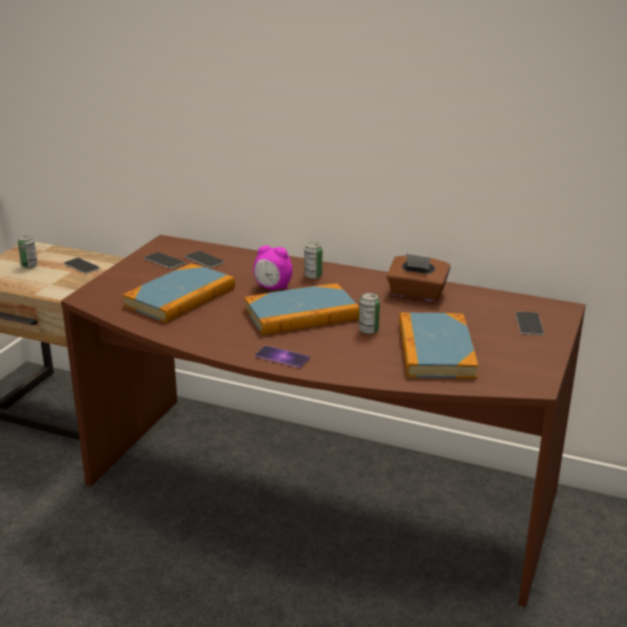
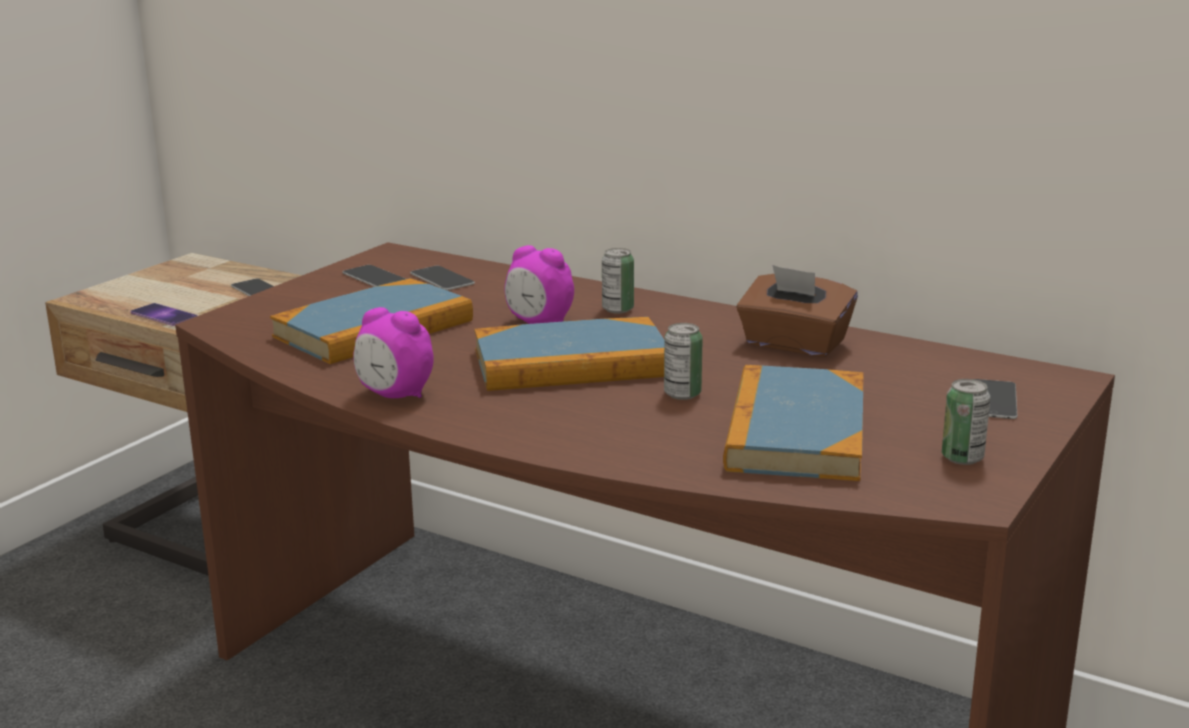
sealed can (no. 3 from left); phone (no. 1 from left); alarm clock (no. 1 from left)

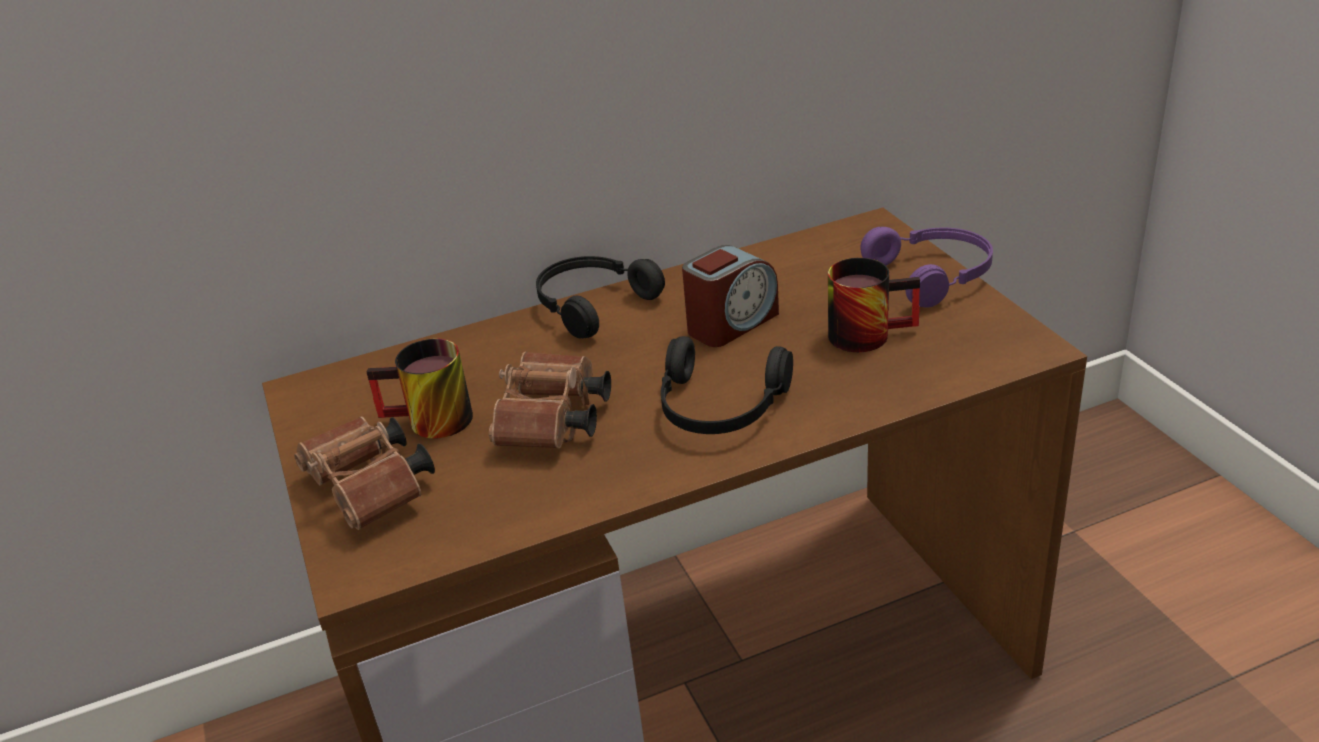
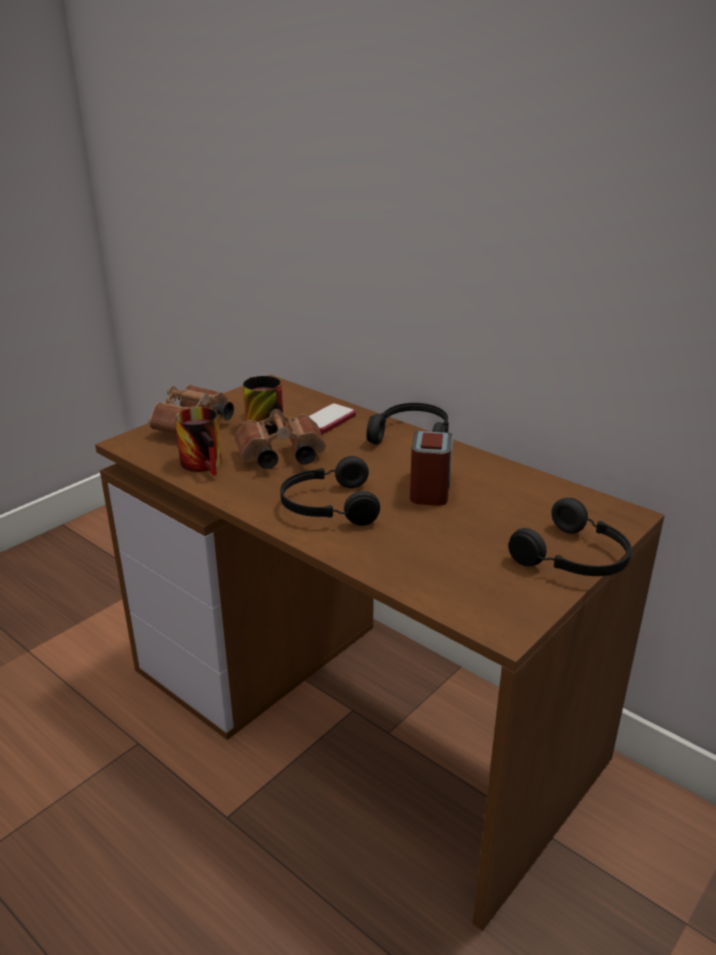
alarm clock; tea mug (no. 1 from left); blackish pair of headphones (no. 3 from left); phone

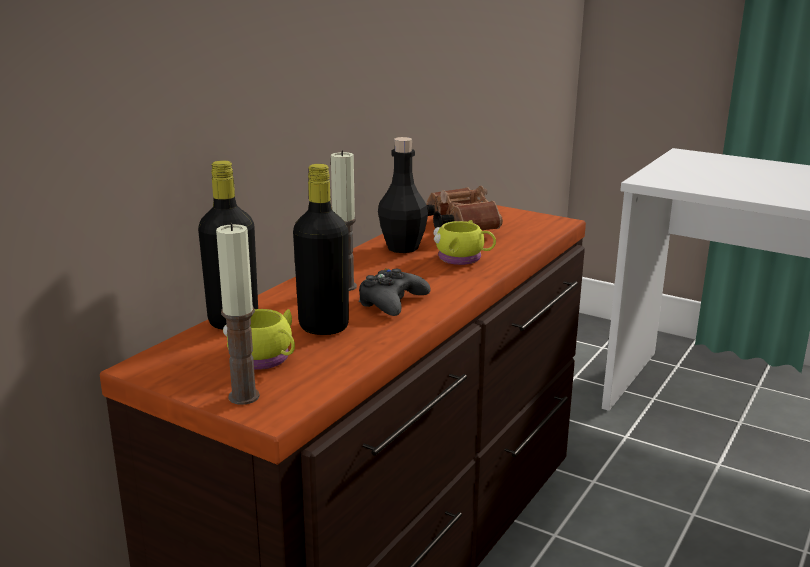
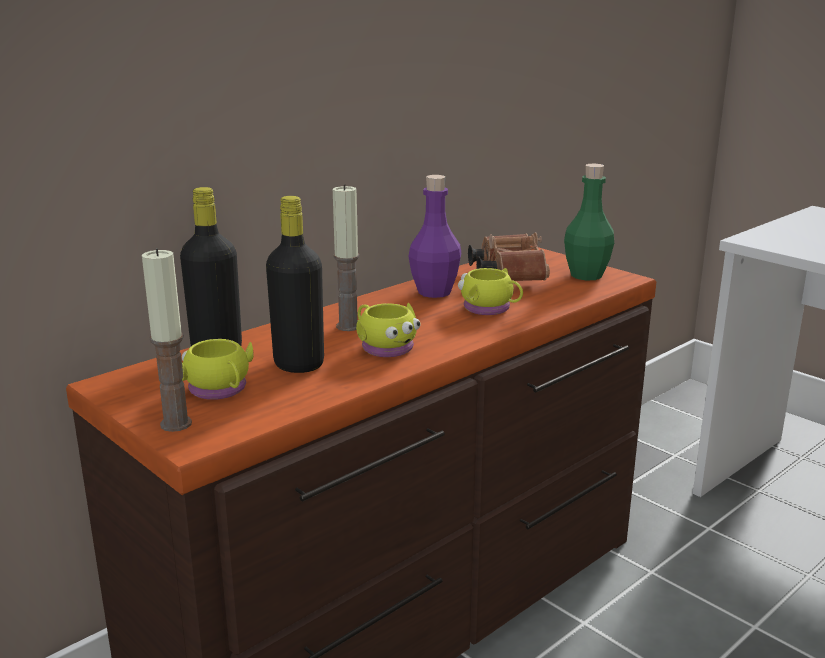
yellow tea mug (no. 2 from left); purple drink bottle; green-coloured drink bottle

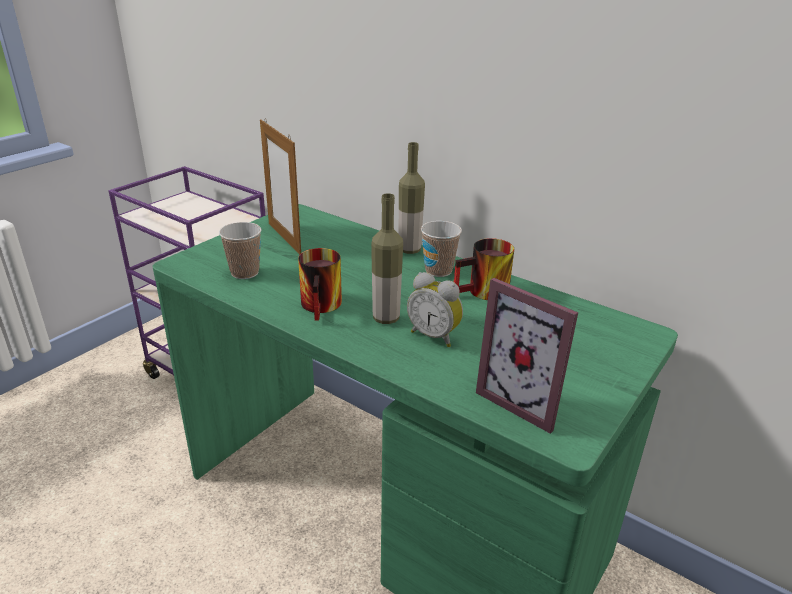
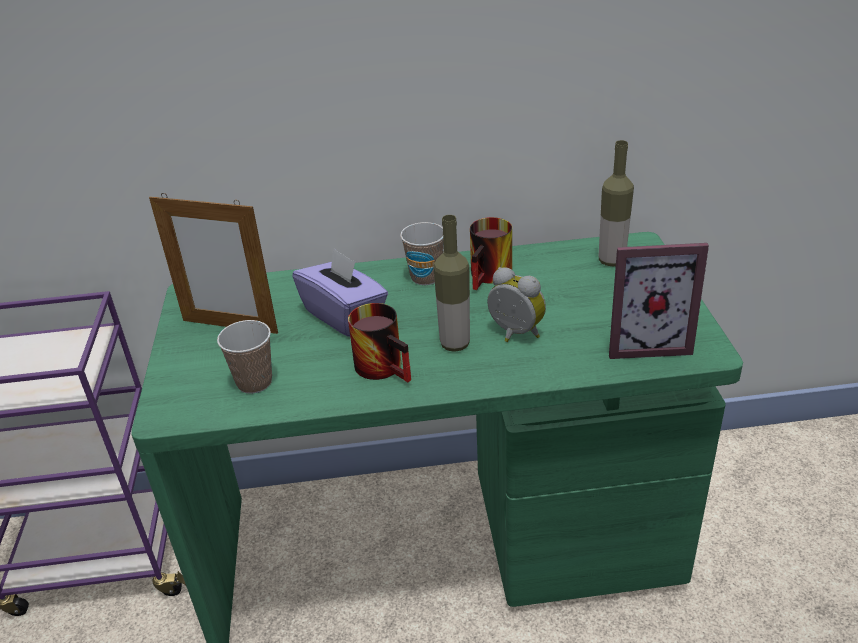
drink bottle (no. 2 from left); alarm clock; purple tissue box

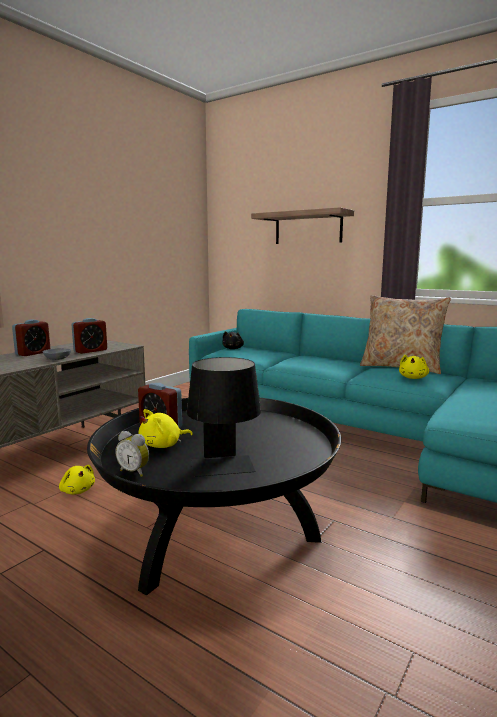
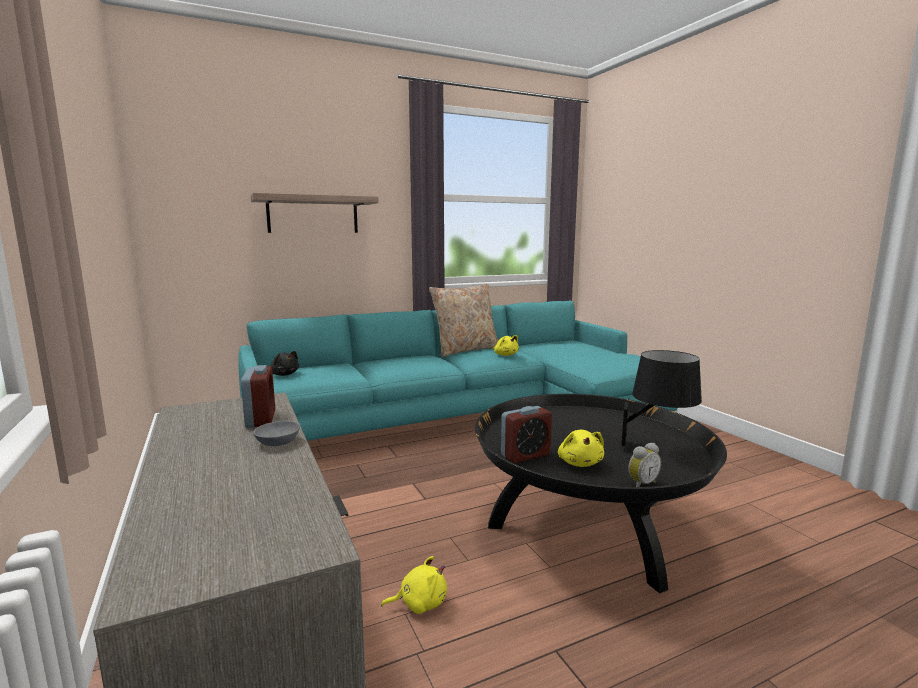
alarm clock (no. 1 from left in the first image)

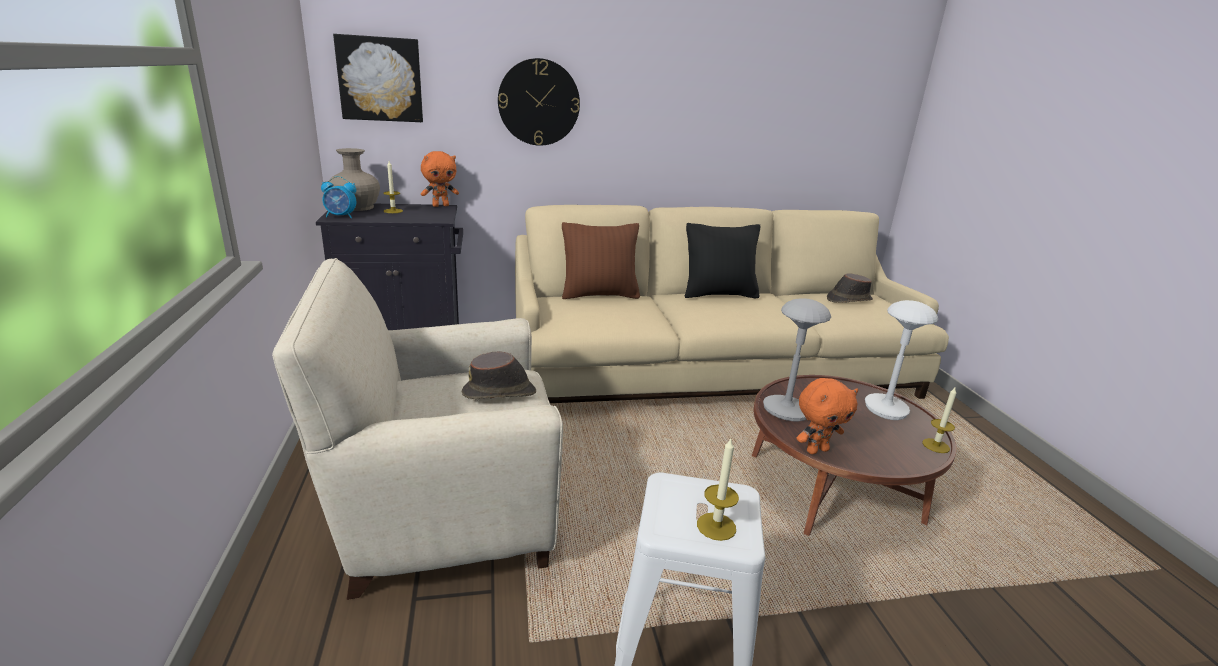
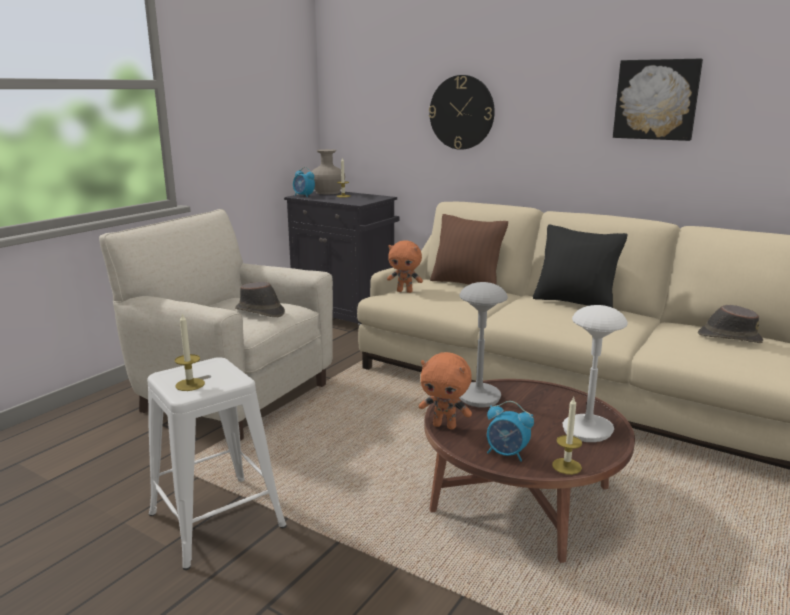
wall picture; orangey plush toy (no. 1 from left); alarm clock (no. 2 from left)

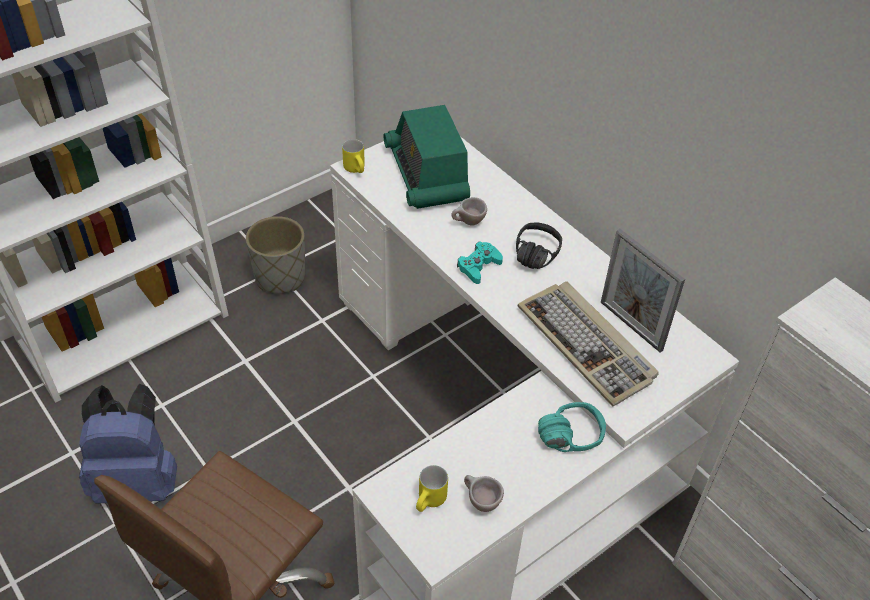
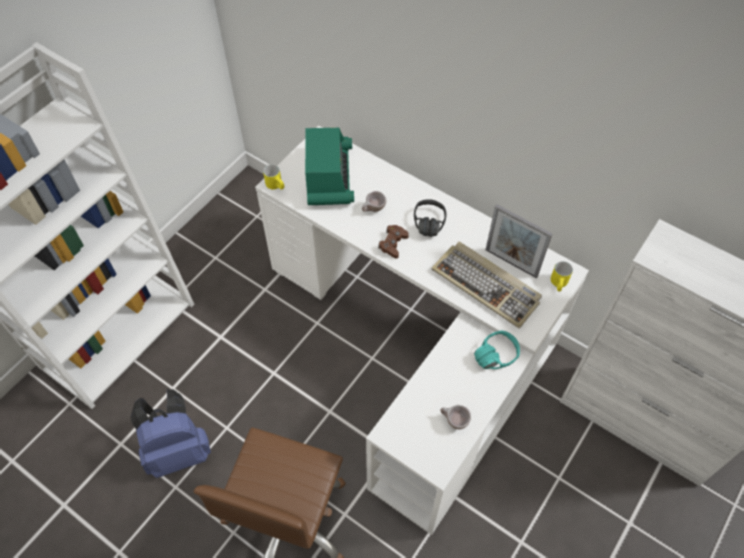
gray flower pot; radio receiver; yellow tea mug (no. 2 from left); brown joypad

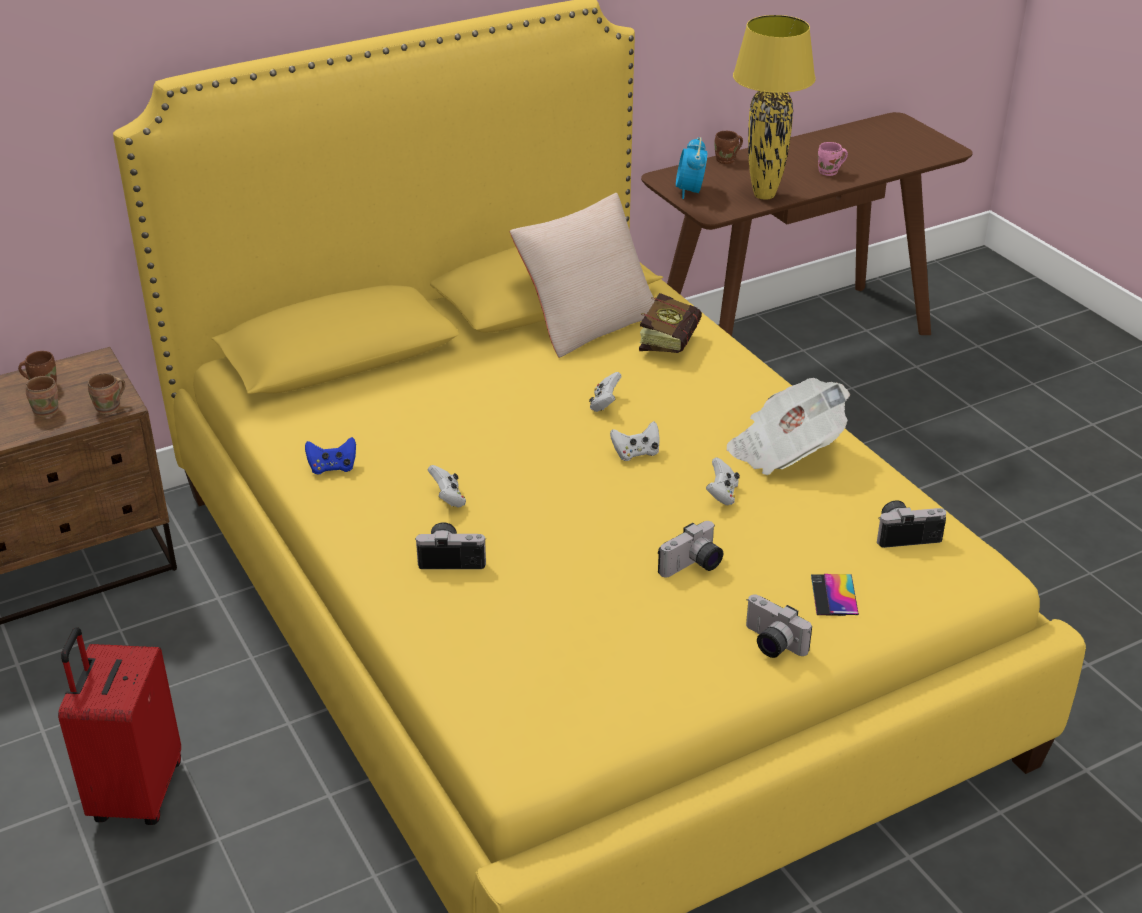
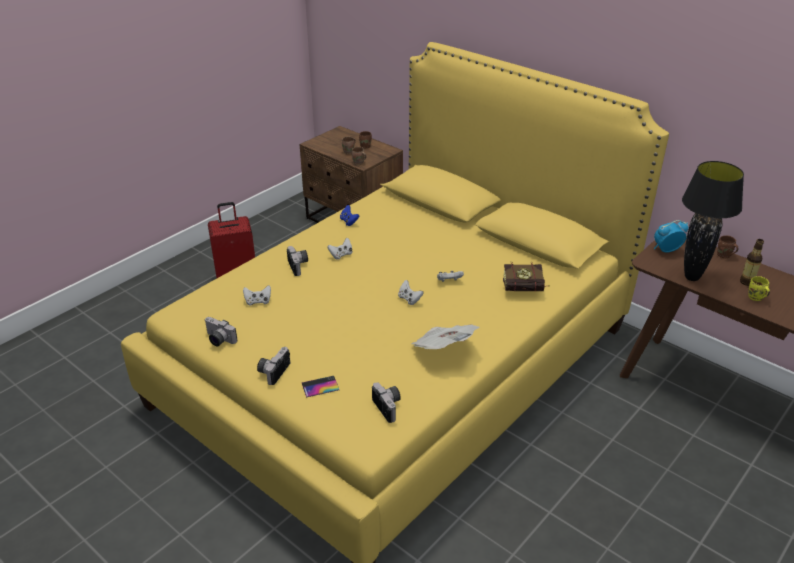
beige pillow; still camera (no. 1 from left); white-coloured joypad (no. 1 from left); blackish tabletop lamp; yellow tea mug; drink bottle

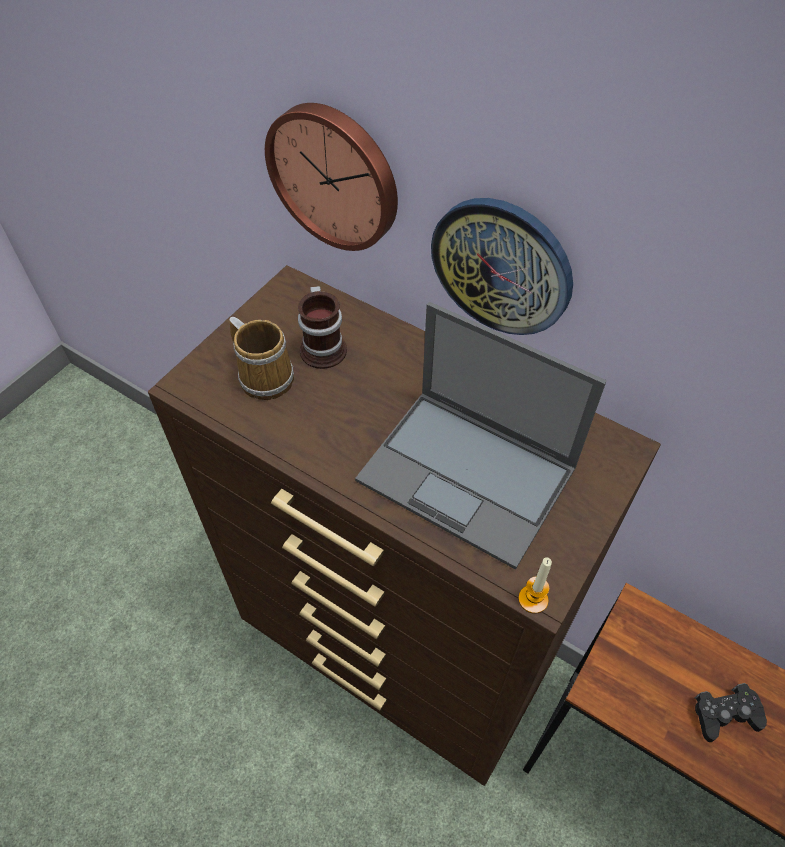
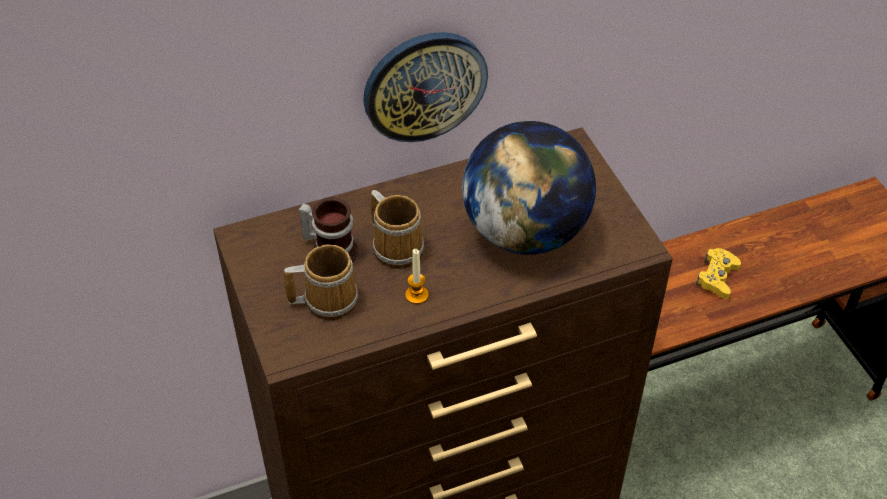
hanging clock (no. 1 from left in the first image); desk globe; wax candle; yellow joypad; tea mug (no. 3 from left)

